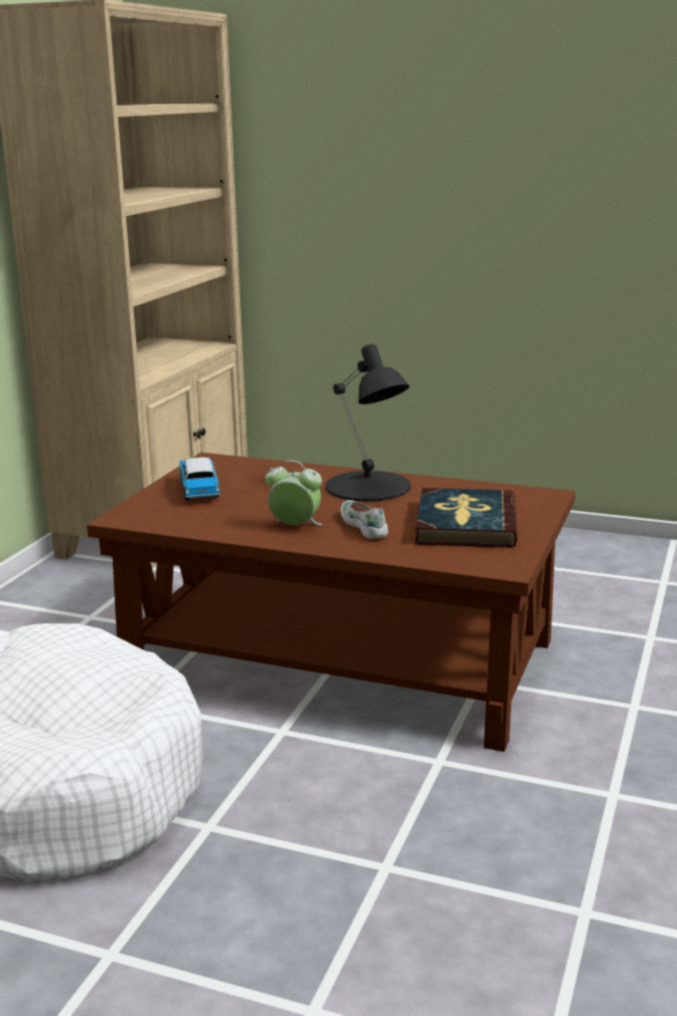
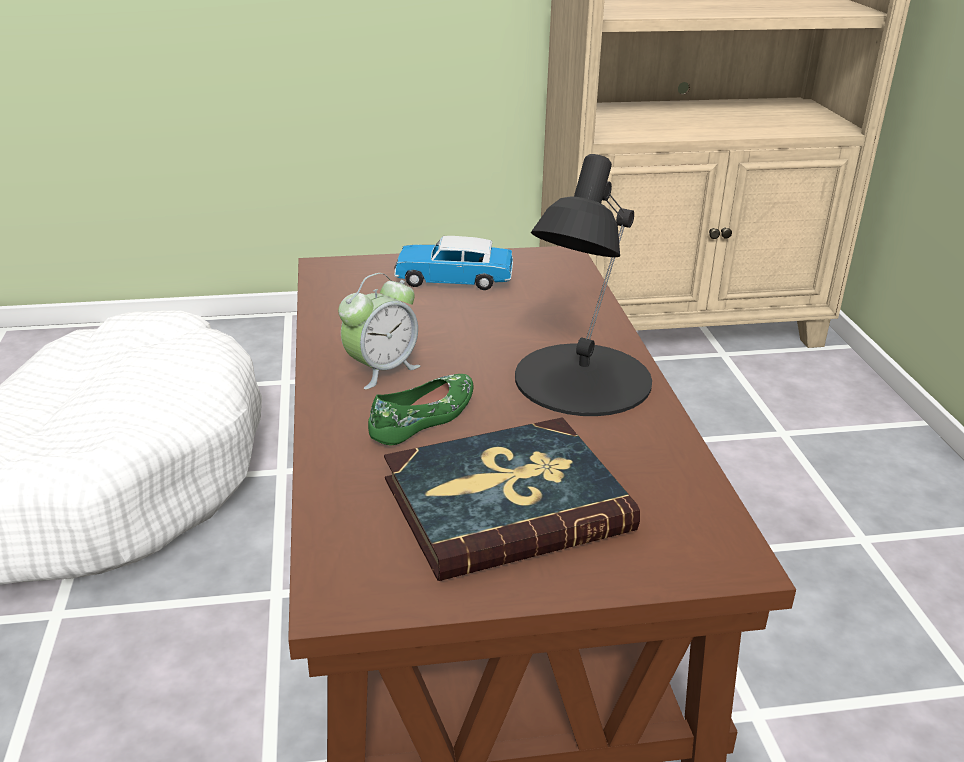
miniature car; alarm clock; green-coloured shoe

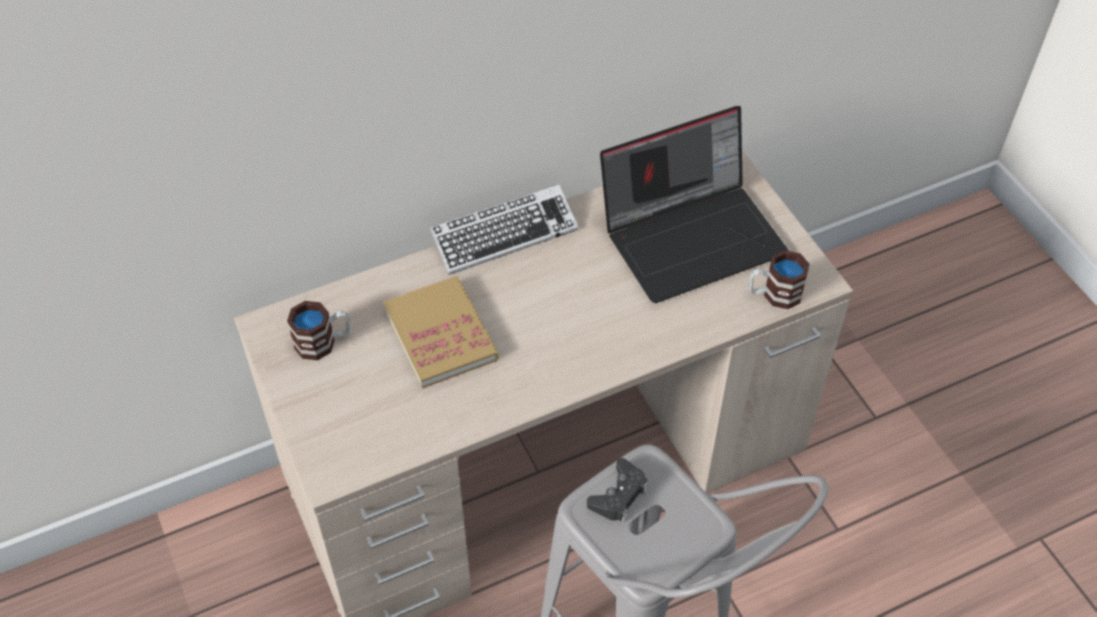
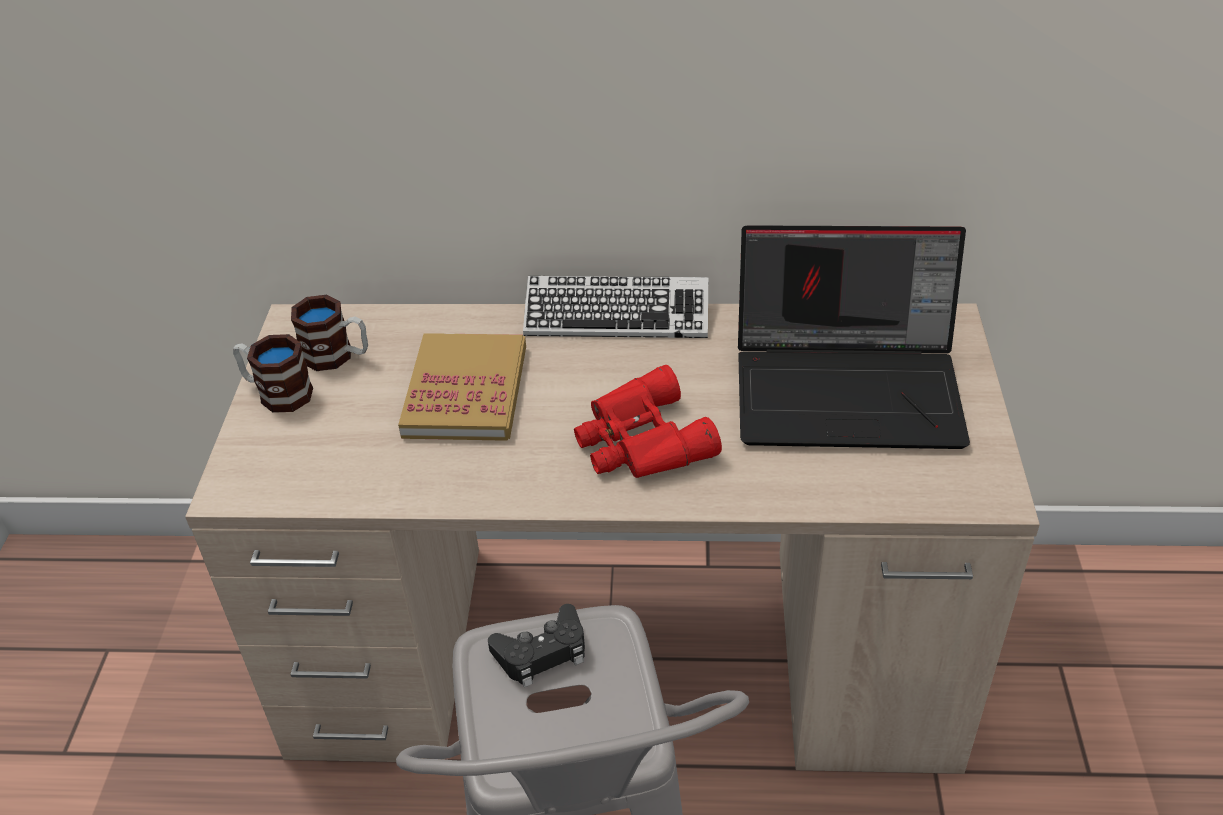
tea mug (no. 1 from left); red binoculars

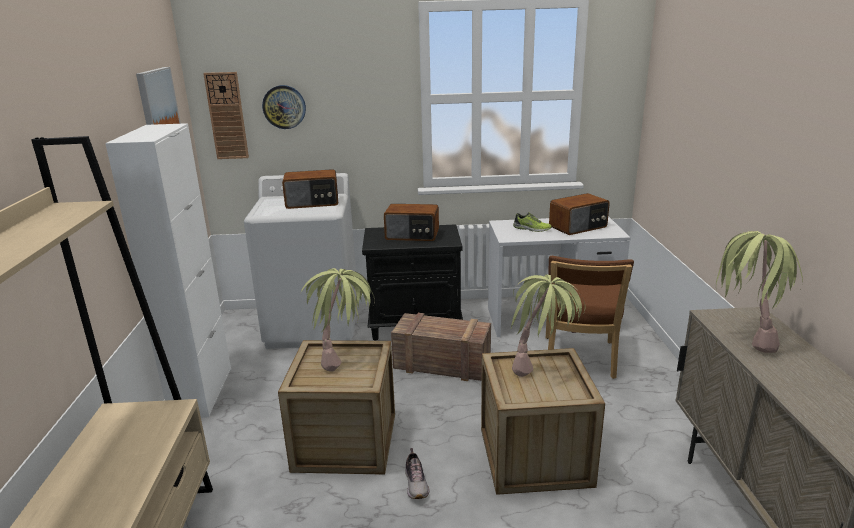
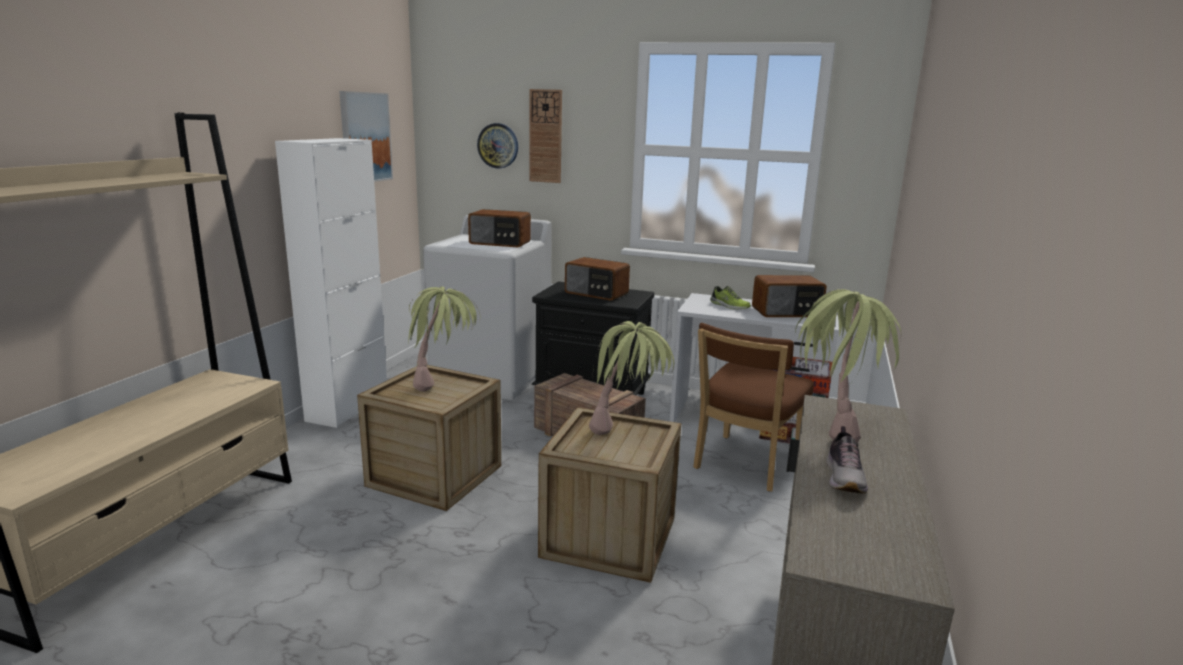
hanging clock (no. 2 from left); shoe (no. 2 from left)

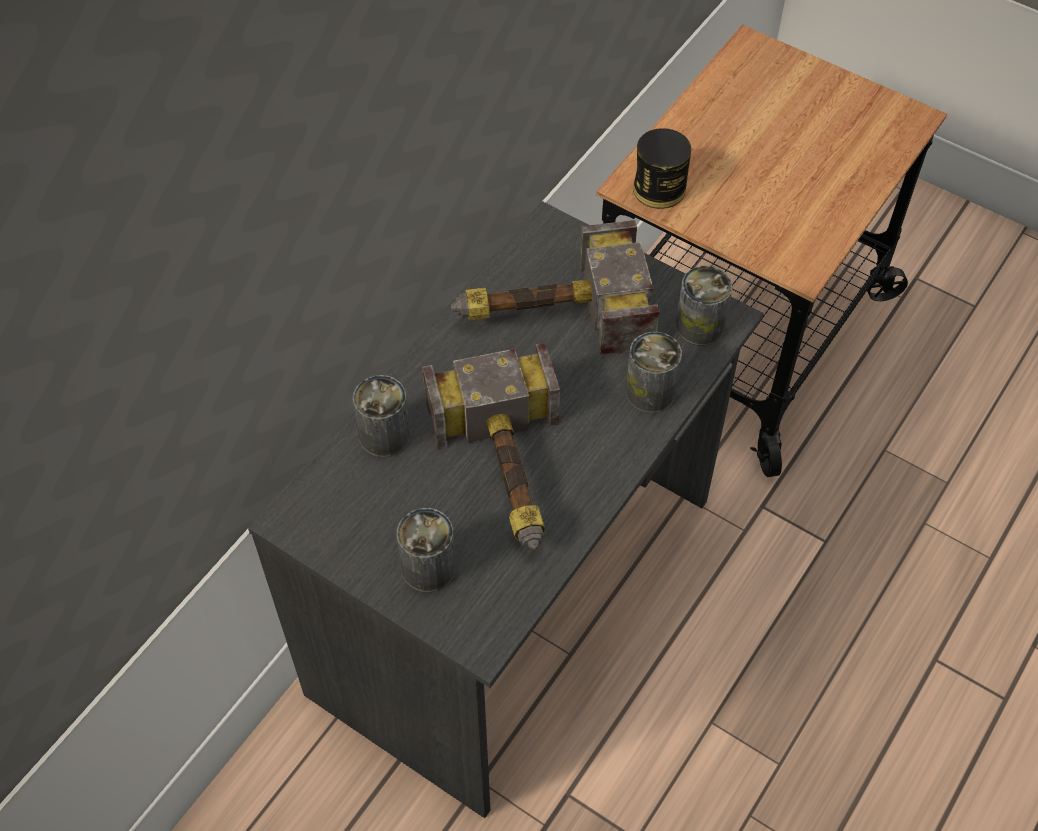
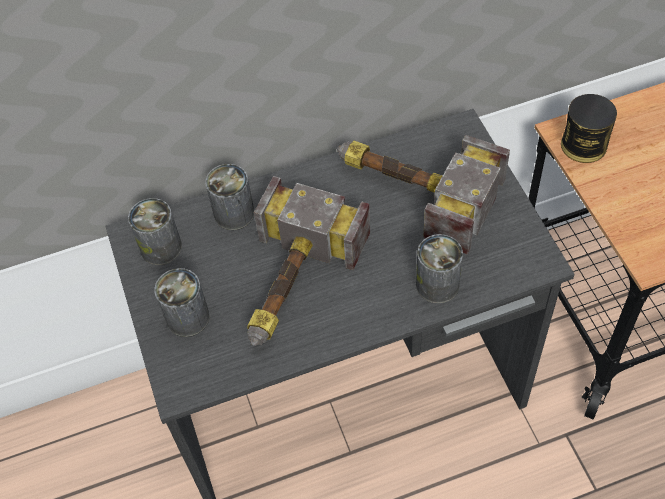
sealed can (no. 1 from left)

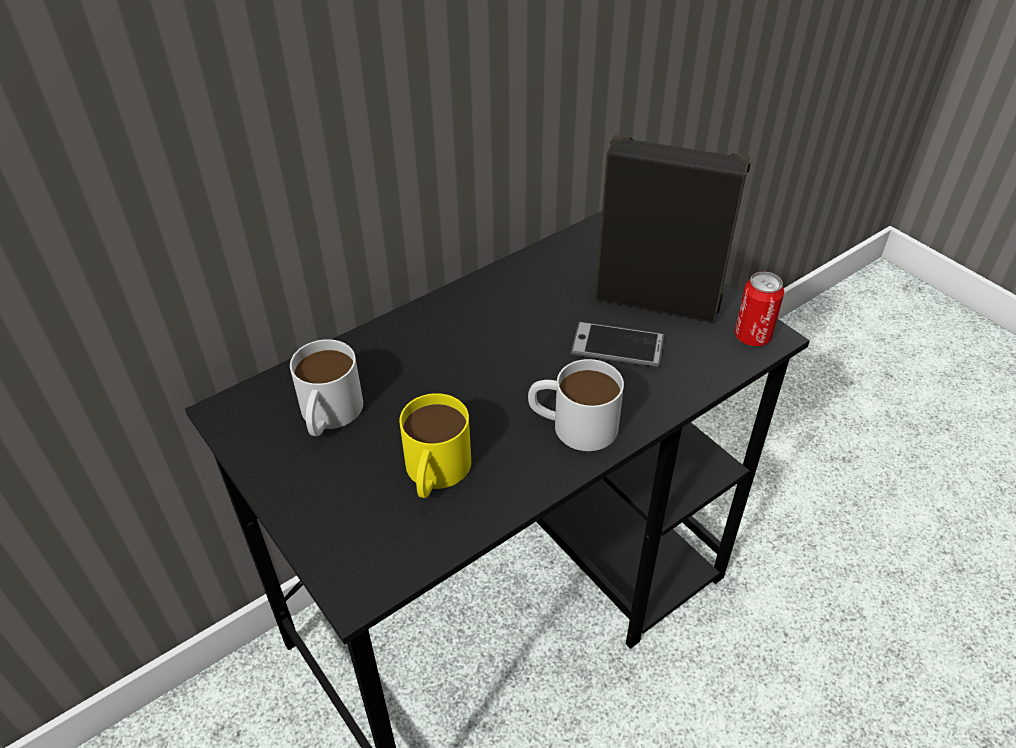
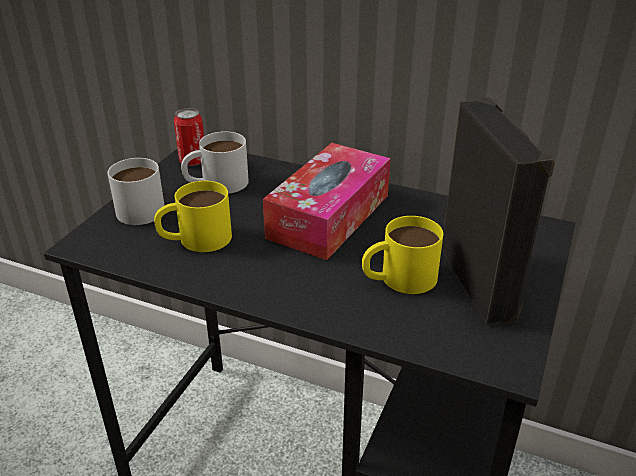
white-coloured tea mug (no. 1 from left); yellow tea mug (no. 2 from left); sealed can; tissue box

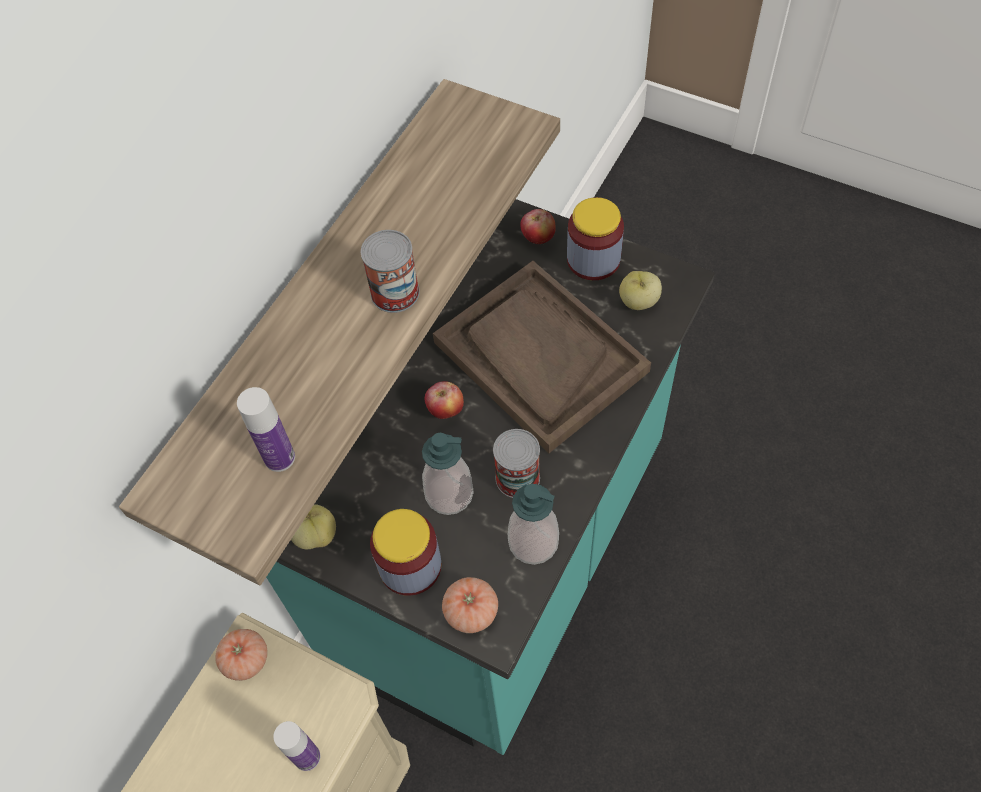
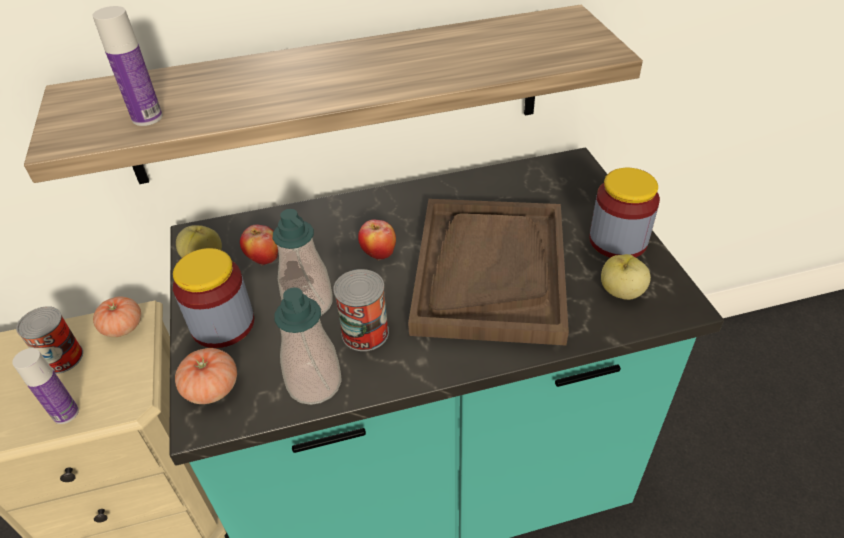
sealed can (no. 1 from left); apple (no. 2 from left)

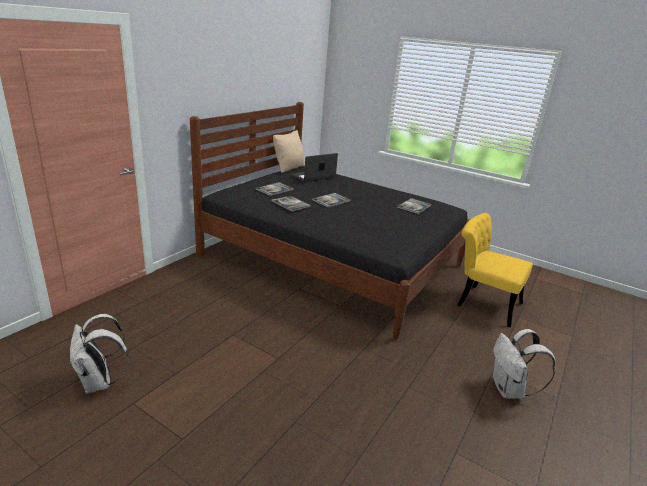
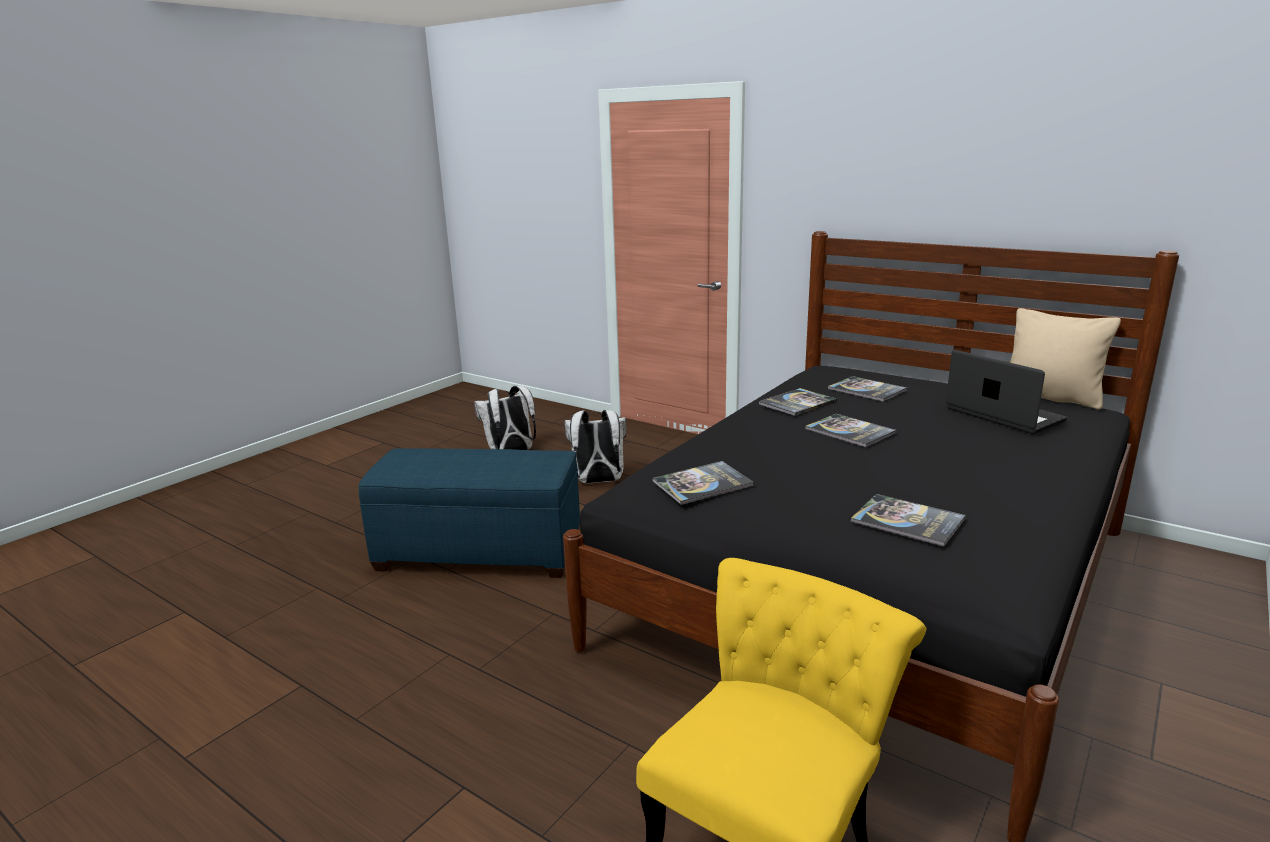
white-coloured knapsack (no. 2 from left); bluish pouffe; book (no. 1 from left)

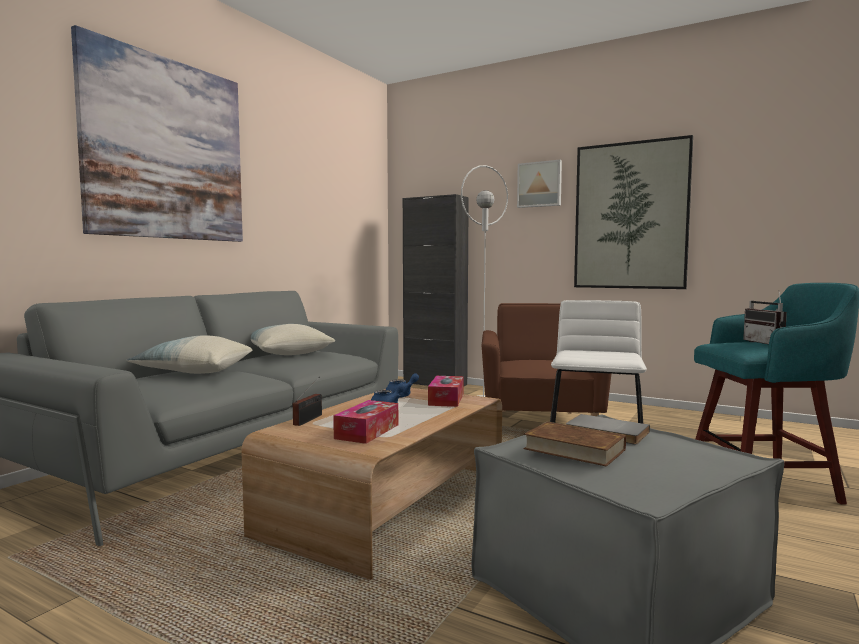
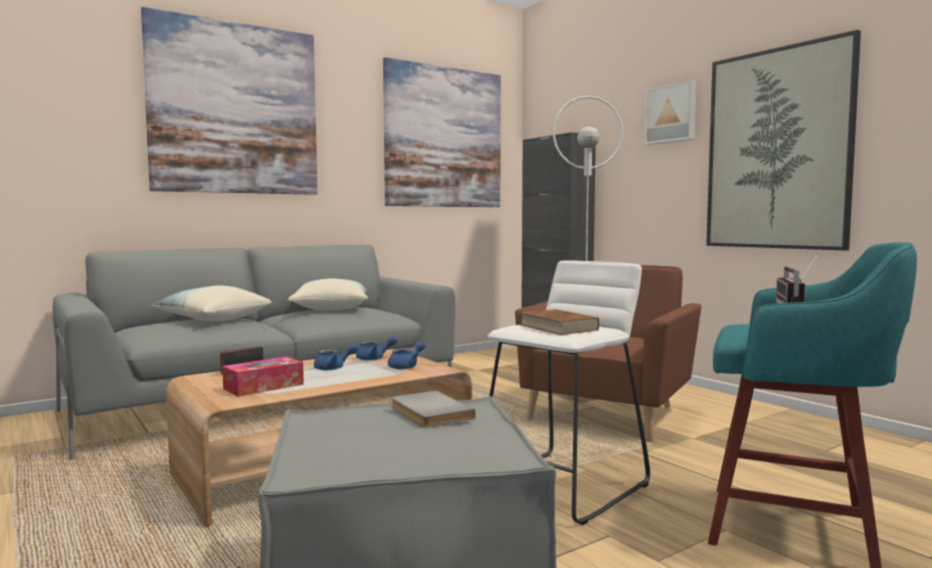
bluish tea pot (no. 3 from left); brown book; wall picture (no. 2 from left)

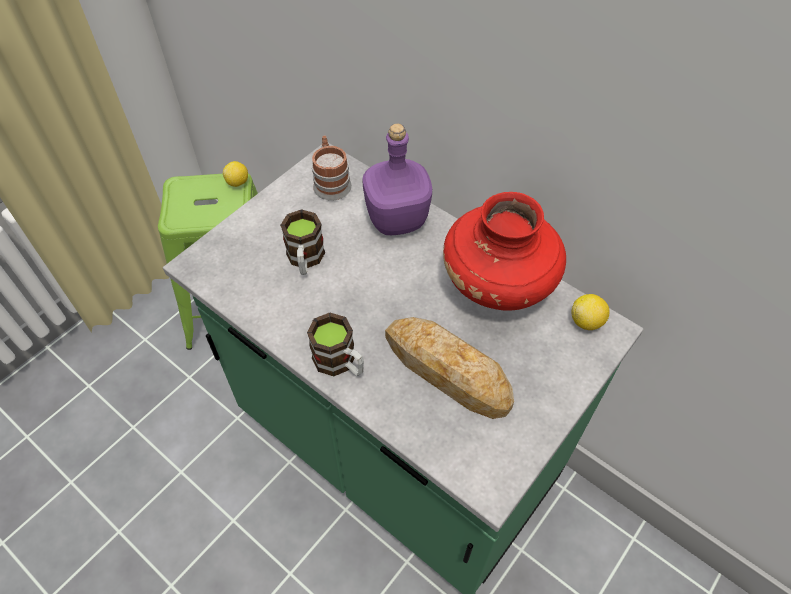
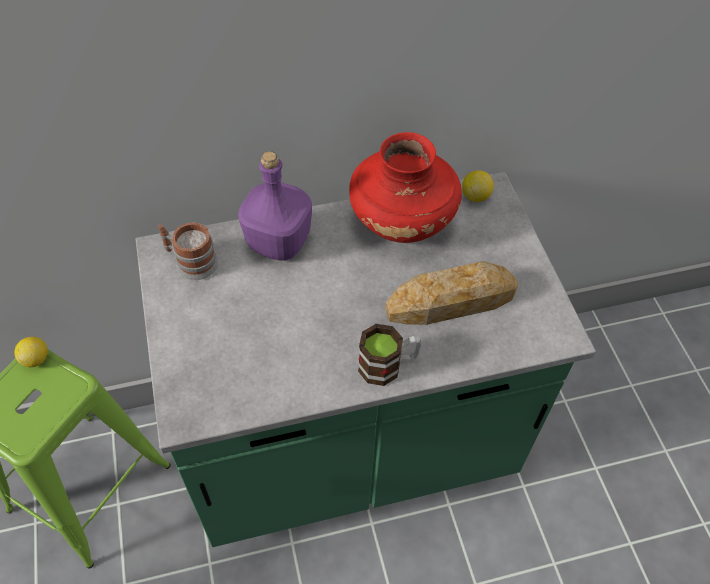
tea mug (no. 1 from left in the first image)

